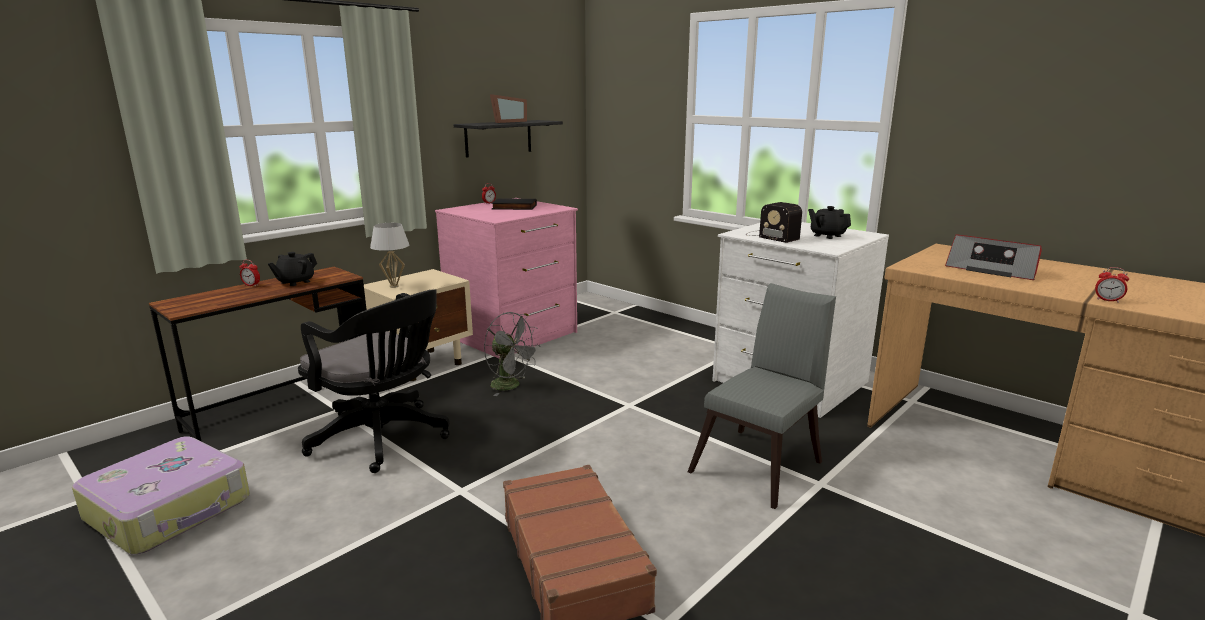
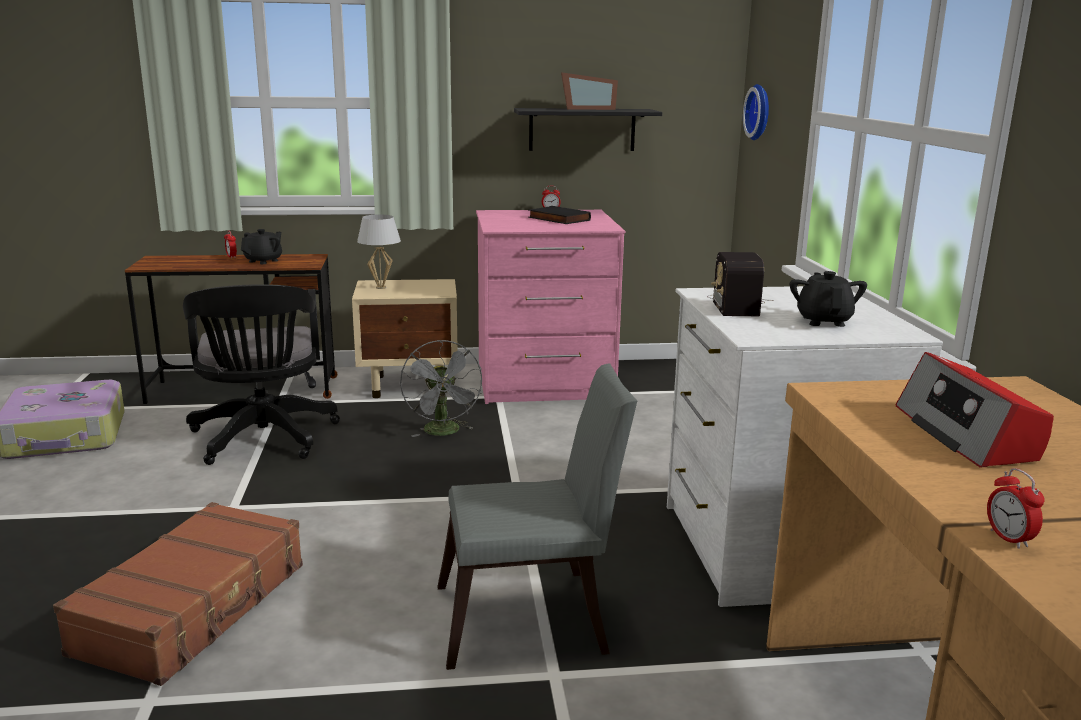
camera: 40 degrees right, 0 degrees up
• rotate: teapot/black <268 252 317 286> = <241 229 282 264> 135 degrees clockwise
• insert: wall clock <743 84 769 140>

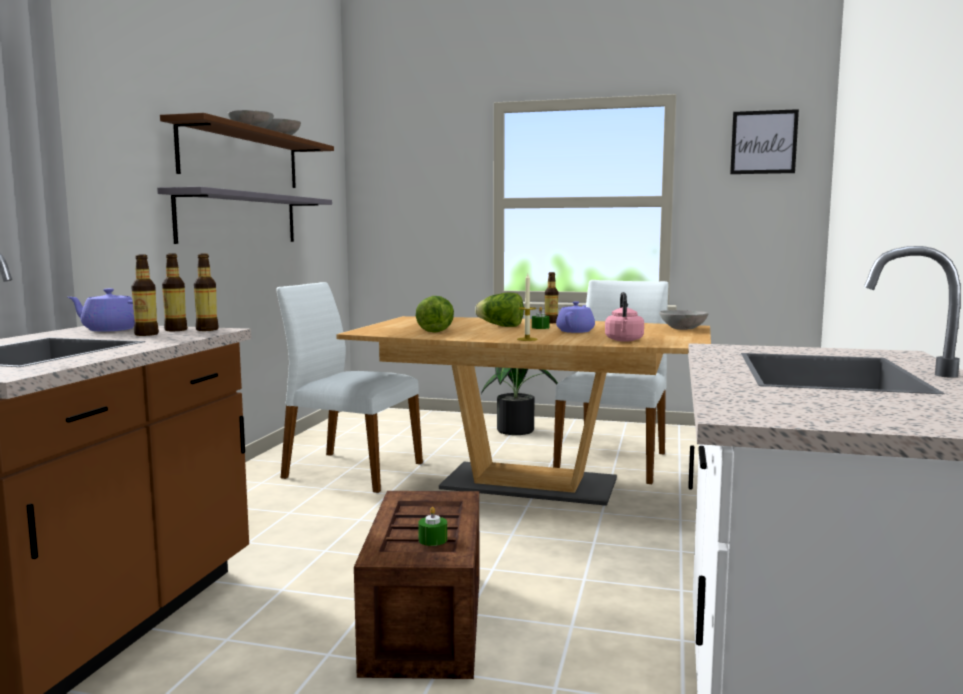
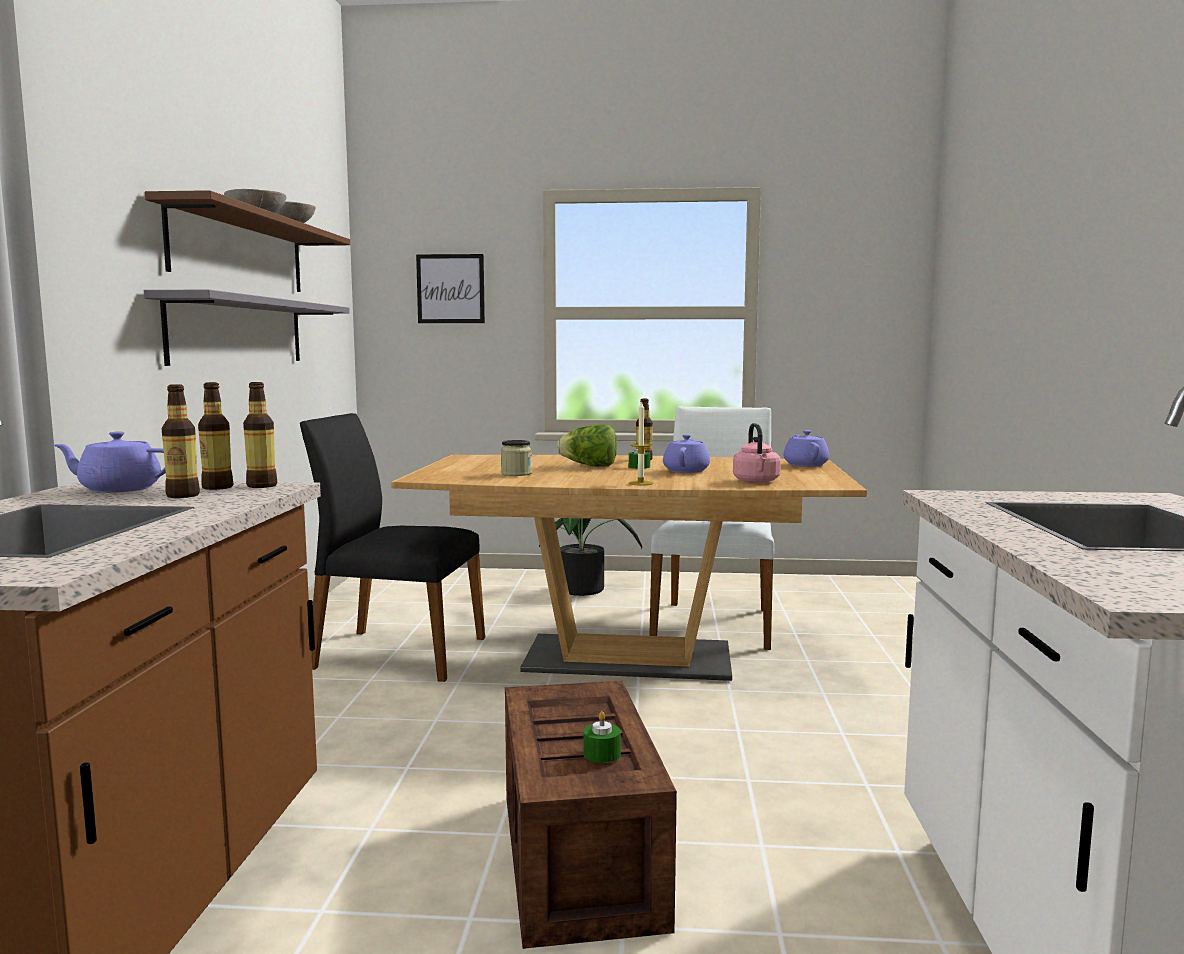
camera: 10 degrees left, 0 degrees up
• recolor: chair/white <276 282 423 493> to chair/black <300 413 485 682>
• replace: lettuce <416 296 454 333> to jar <501 440 532 476>
• replace: bowl/grey <659 310 708 330> to teapot/purple <783 430 829 467>
• move: picture <730 109 799 174> to <416 254 485 323>

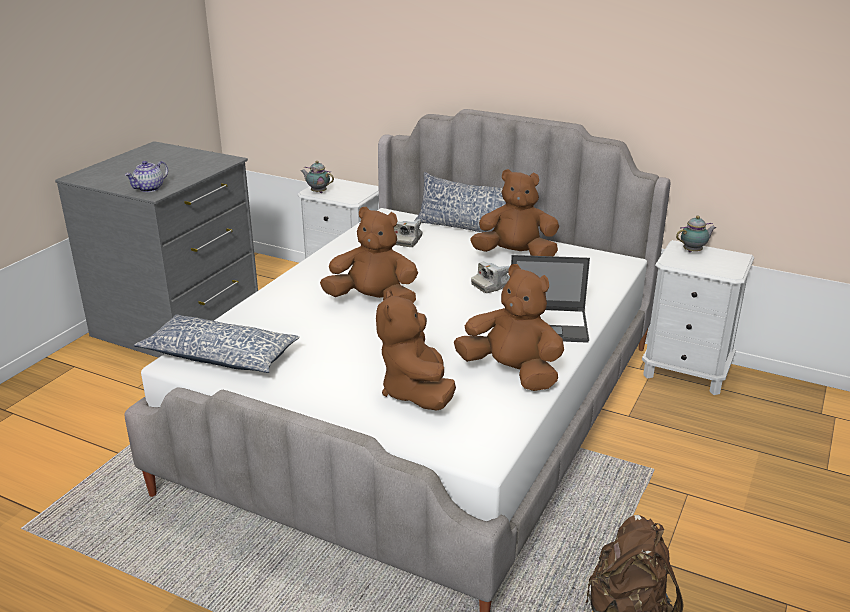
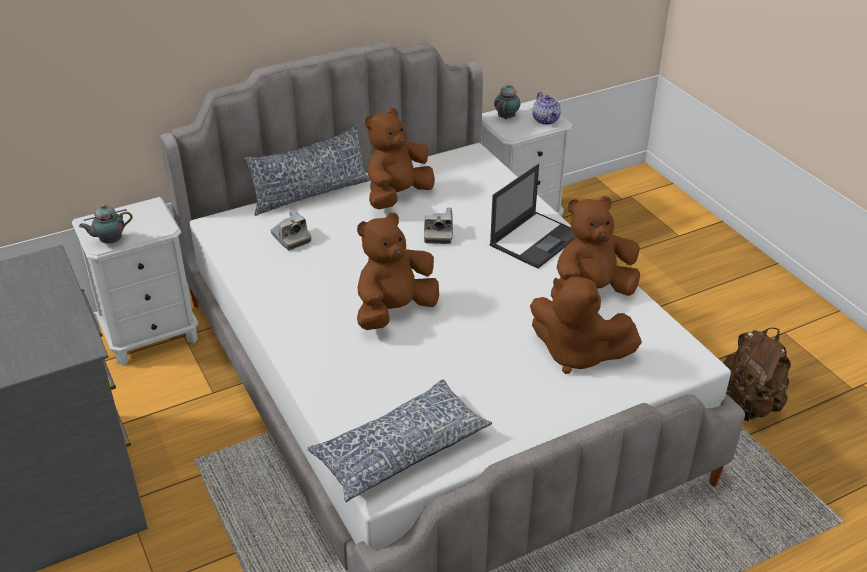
camera: 55 degrees left, 10 degrees up
• move: teapot <125 161 168 192> to <532 92 561 125>

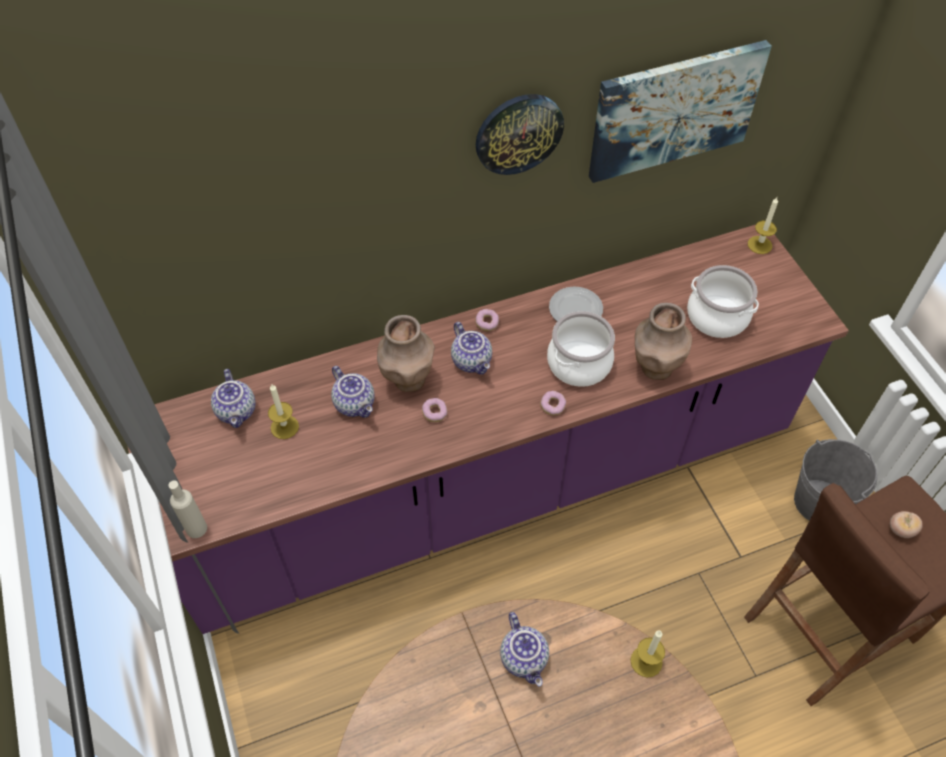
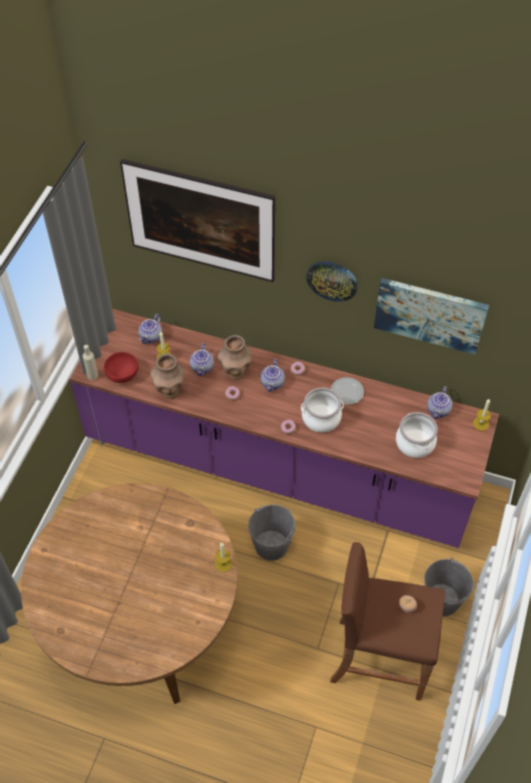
camera: 40 degrees right, 0 degrees up
• move: teapot <500 612 549 686> to <427 386 452 419>
• move: vase/brown <635 303 692 380> to <151 354 185 399>
• insert: bowl/red <104 352 139 383>
• insert: picture <120 159 275 282>
• insert: bucket/grey <248 505 296 561>

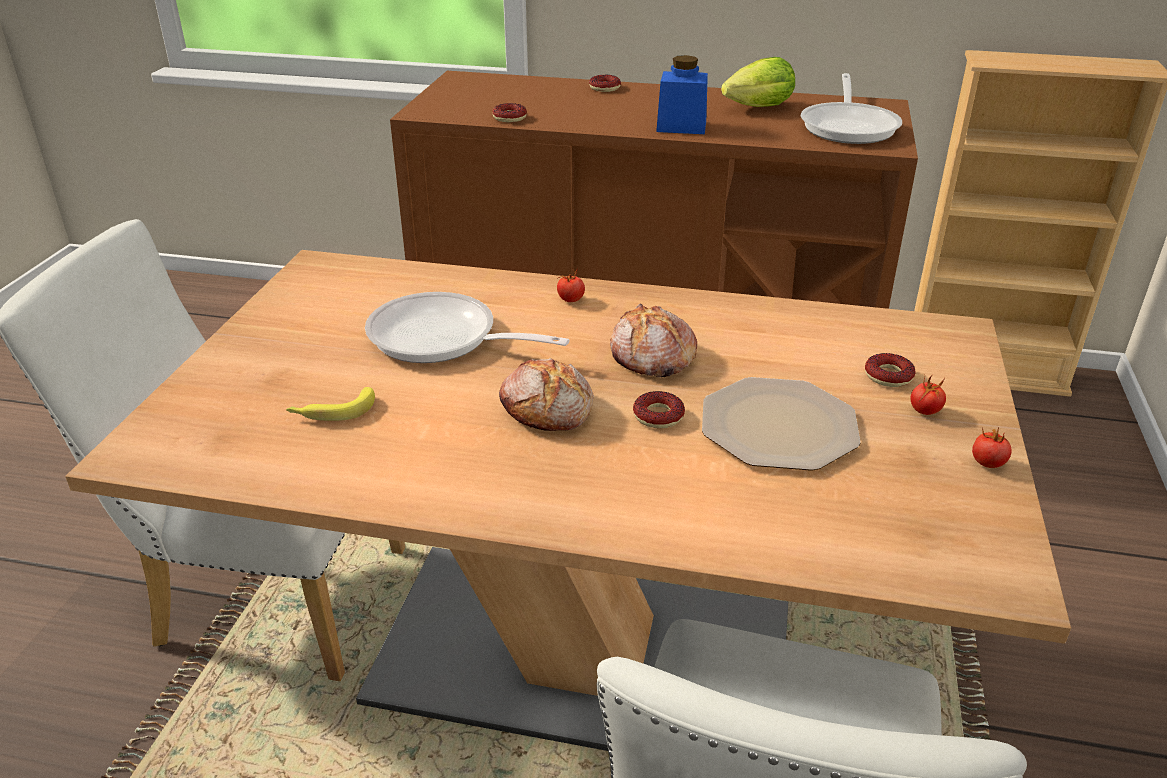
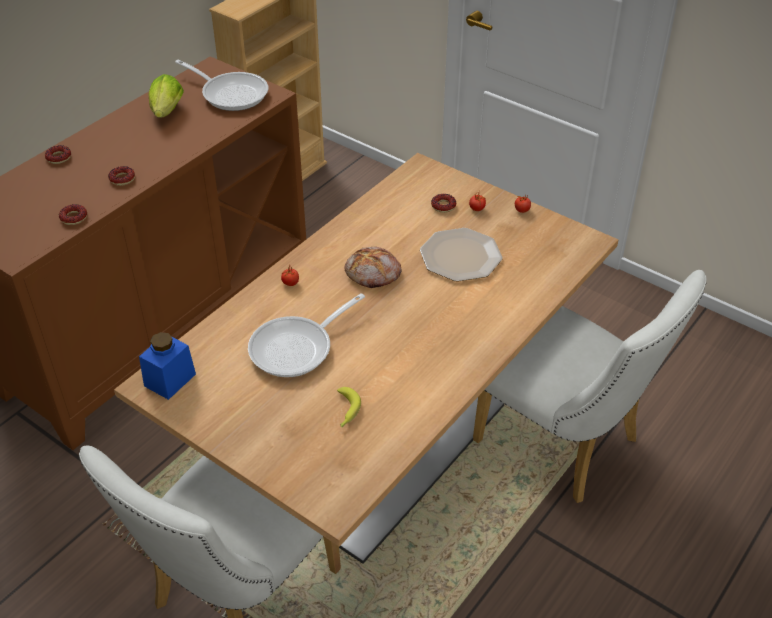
camera: 65 degrees left, 10 degrees up
• delete: bread <499 358 594 431>
• move: donut <633 391 685 429> to <108 166 135 186>
• move: jar/blue <656 55 708 134> to <139 332 196 400>

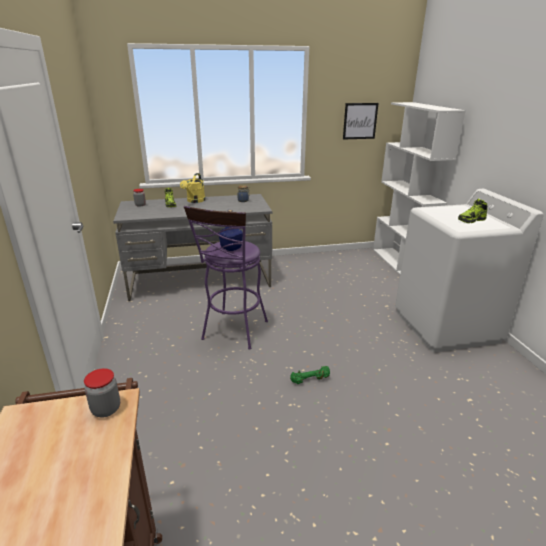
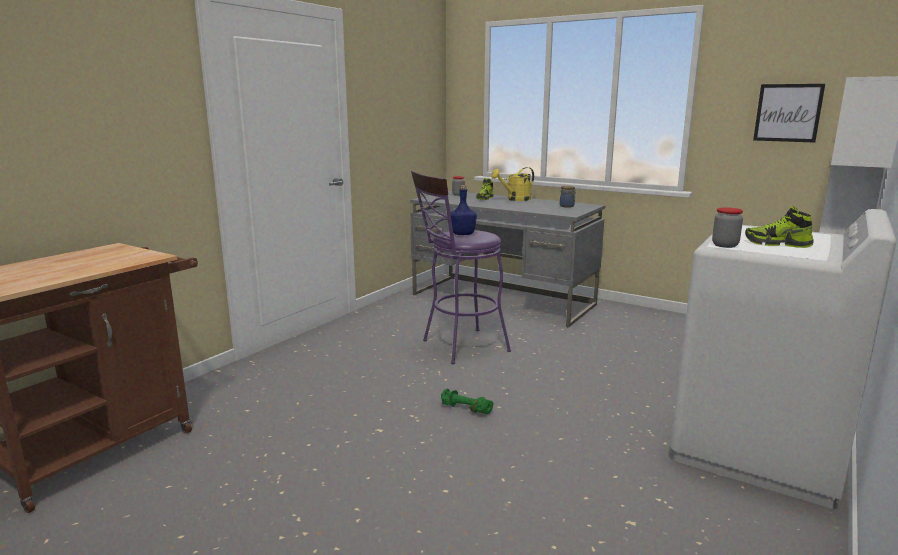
camera: 45 degrees right, 10 degrees down
• move: jar <84 368 120 417> to <712 207 743 248>

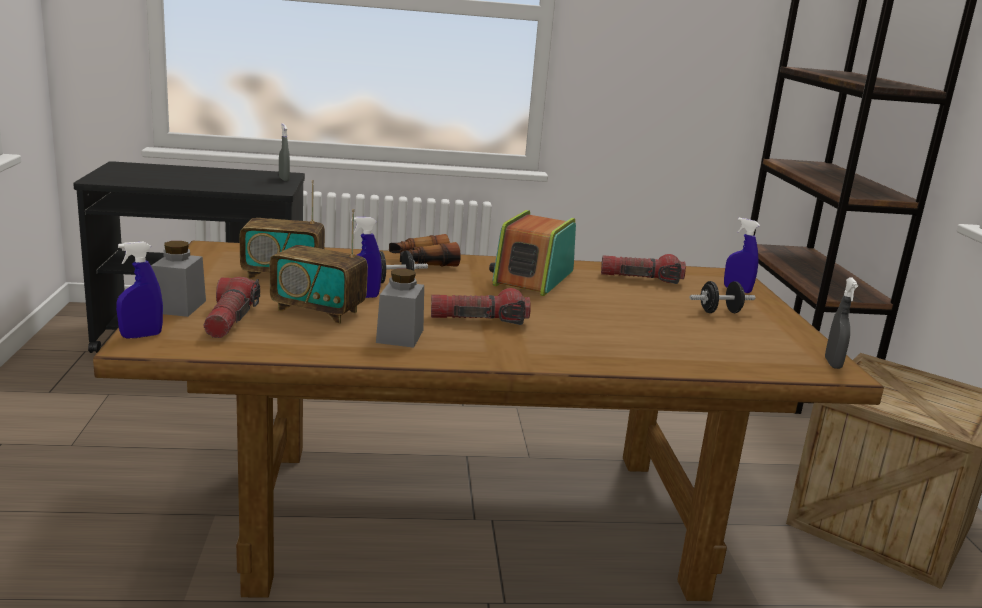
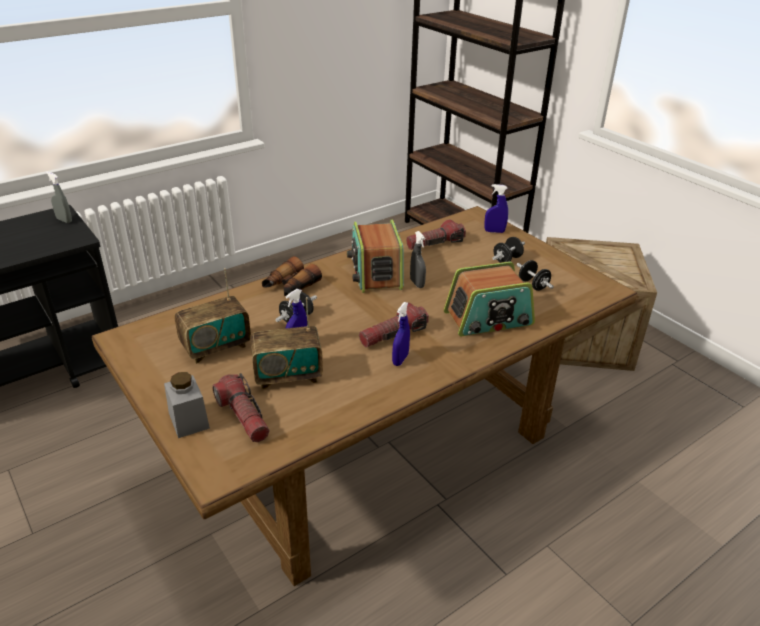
camera: 30 degrees left, 15 degrees up
• move: spray bottle/blue <116 242 163 339> to <392 302 410 366>
• delete: jar/grey <376 269 424 348>
• move: spray bottle/grey <825 277 858 369> to <410 231 426 288>
• insert: radio <443 261 535 336>
• insert: dumbbell/black <516 260 554 291>

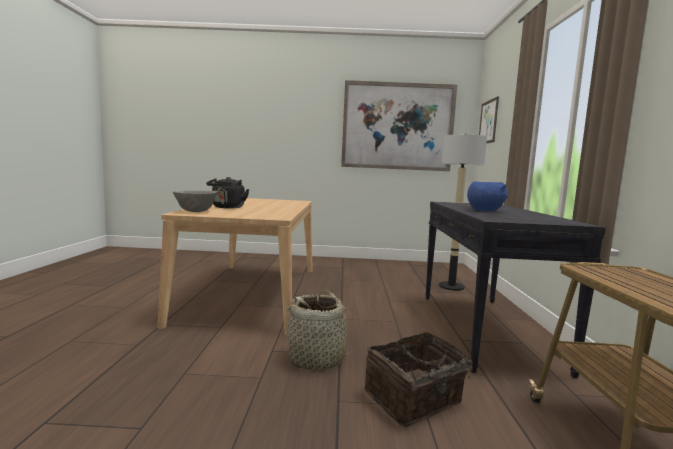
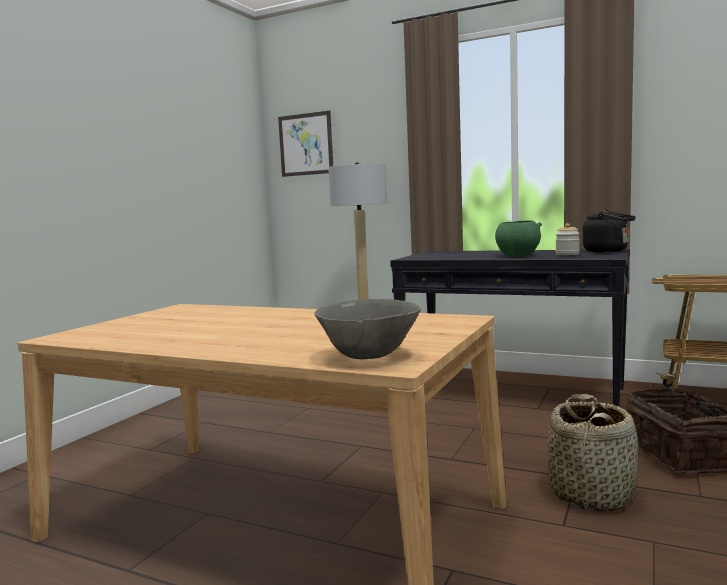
camera: 65 degrees left, 0 degrees up
• move: kettle/black <206 177 249 209> to <583 210 636 252>
• delete: picture <341 80 457 171>
• recolor: bowl/blue <467 181 508 211> to bowl/green <495 221 542 257>
• insert: jar <556 223 580 255>

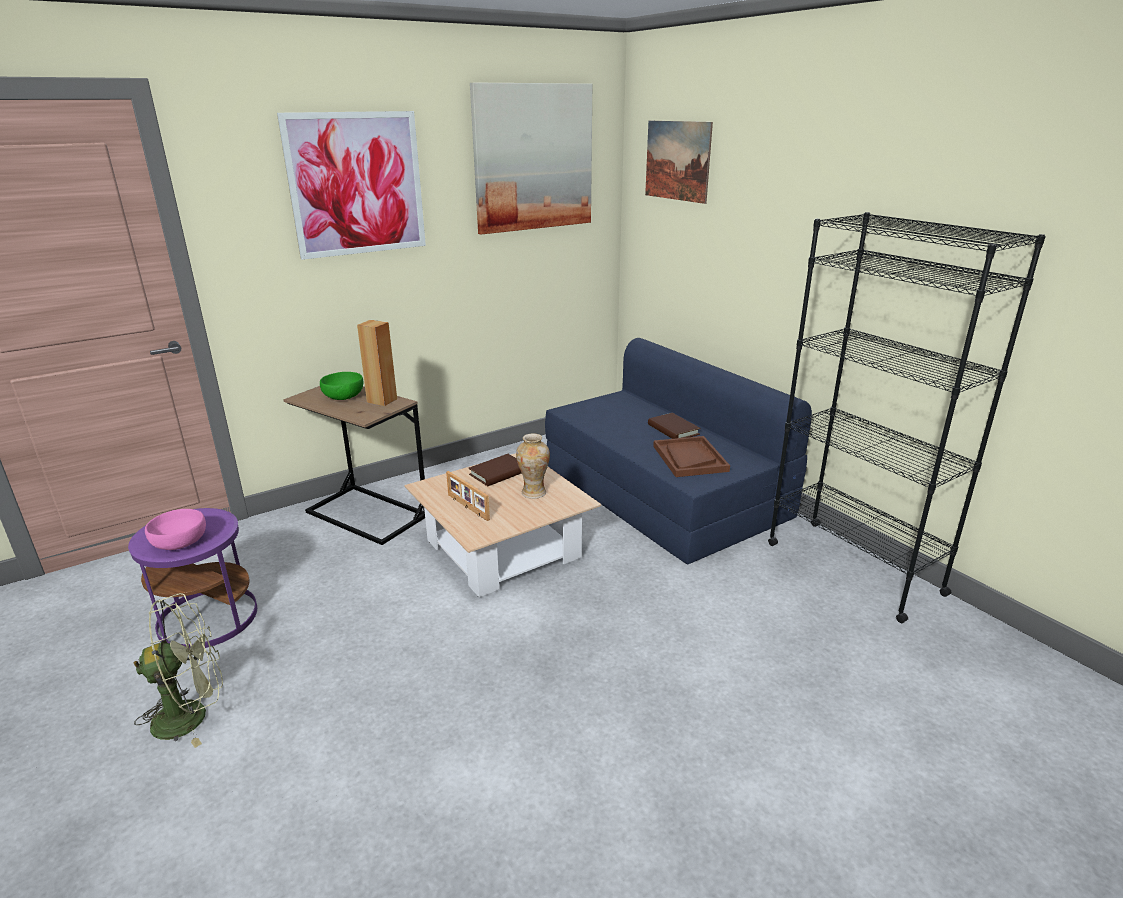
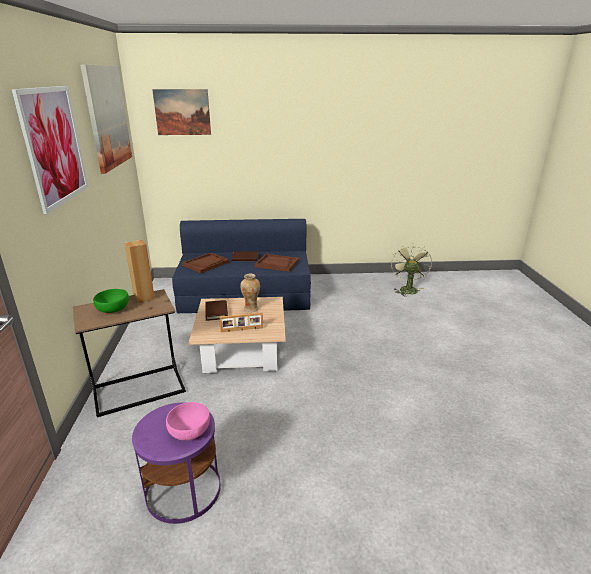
camera: 60 degrees left, 0 degrees up
• move: fan/green <133 593 223 748> to <391 244 432 297>
• delete: bookcase/black <768 212 1046 623>
• insert: tray/brown <182 253 229 273>

